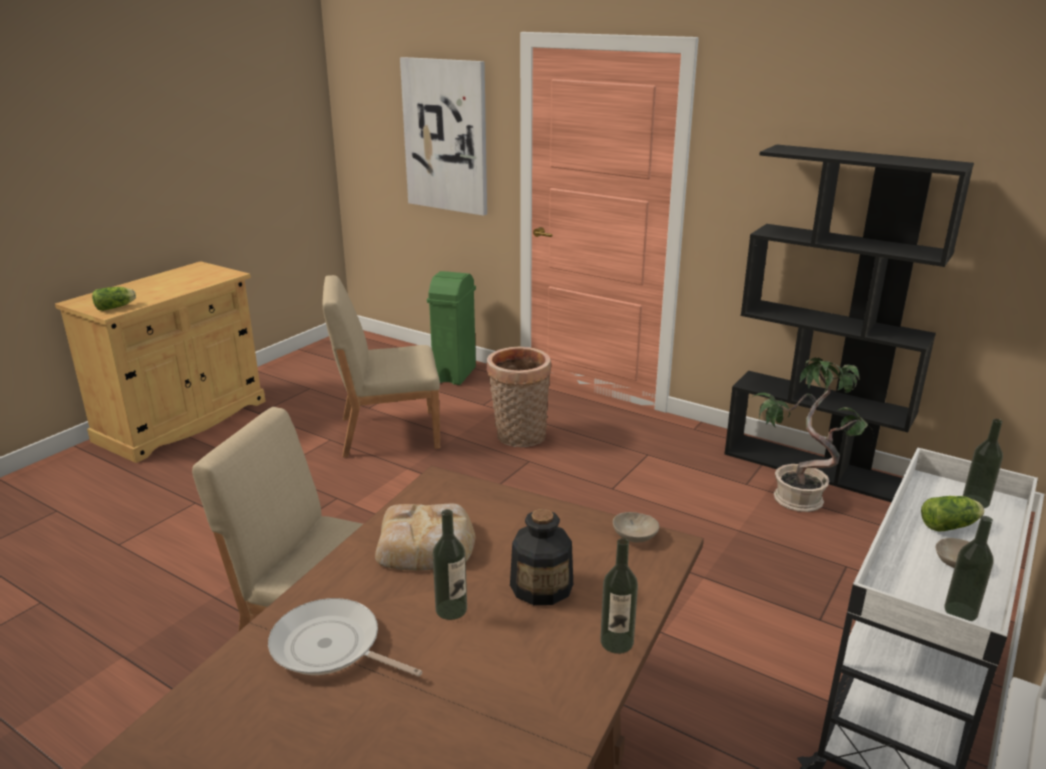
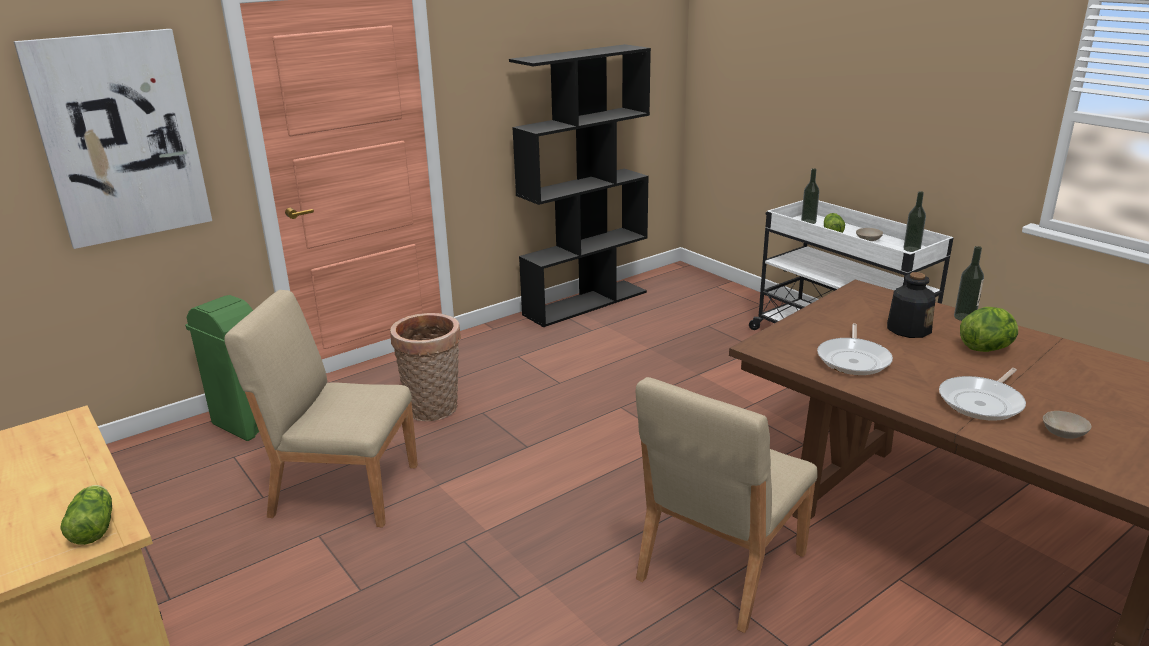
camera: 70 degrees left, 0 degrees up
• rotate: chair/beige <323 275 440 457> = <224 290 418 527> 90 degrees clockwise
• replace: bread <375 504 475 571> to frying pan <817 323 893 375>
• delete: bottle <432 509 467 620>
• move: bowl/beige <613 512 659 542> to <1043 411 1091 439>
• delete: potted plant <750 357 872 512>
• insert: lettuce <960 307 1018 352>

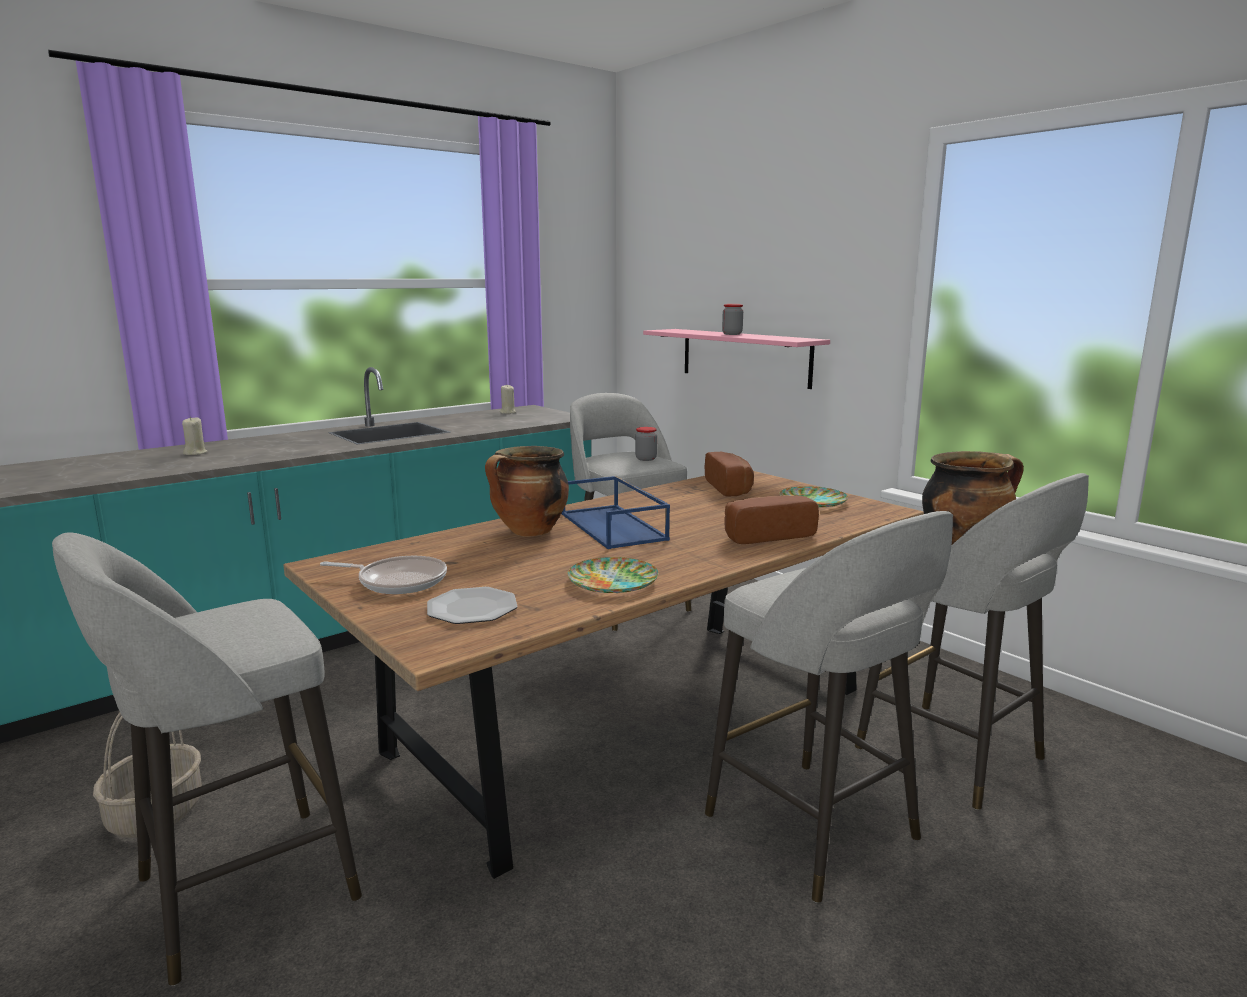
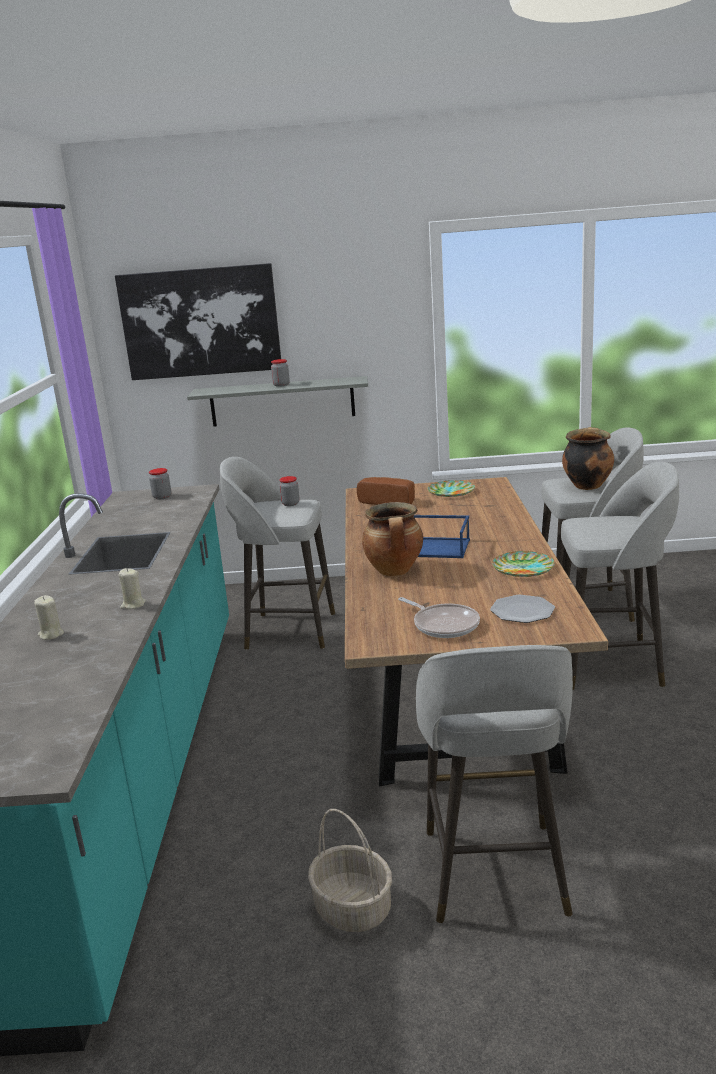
camera: 50 degrees left, 5 degrees up
• rotate: frying pan <320 556 447 594> = <398 597 480 638> 90 degrees clockwise
• move: candle/beige <499 385 516 414> to <119 568 146 609>
• recolor: shelf/pink <643 329 830 389> to shelf/grey <187 376 368 427>
• delete: bread <724 495 819 544>
• insert: picture <115 263 281 380>
• insert: jar <149 468 171 499>

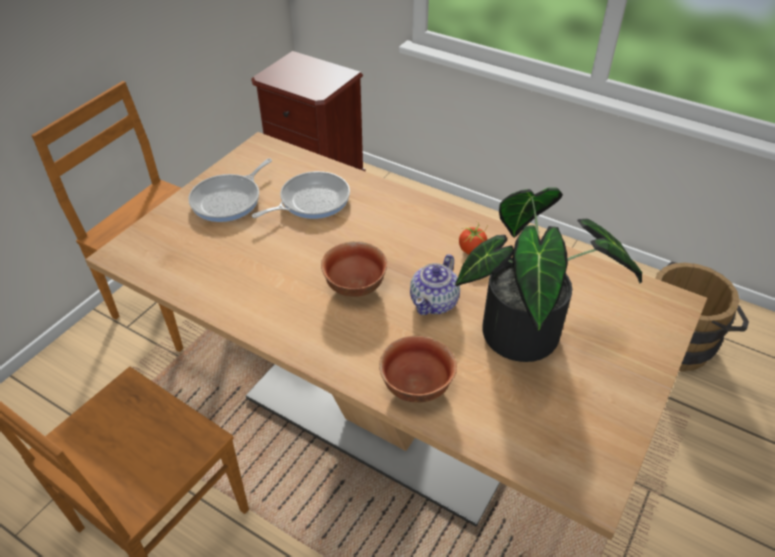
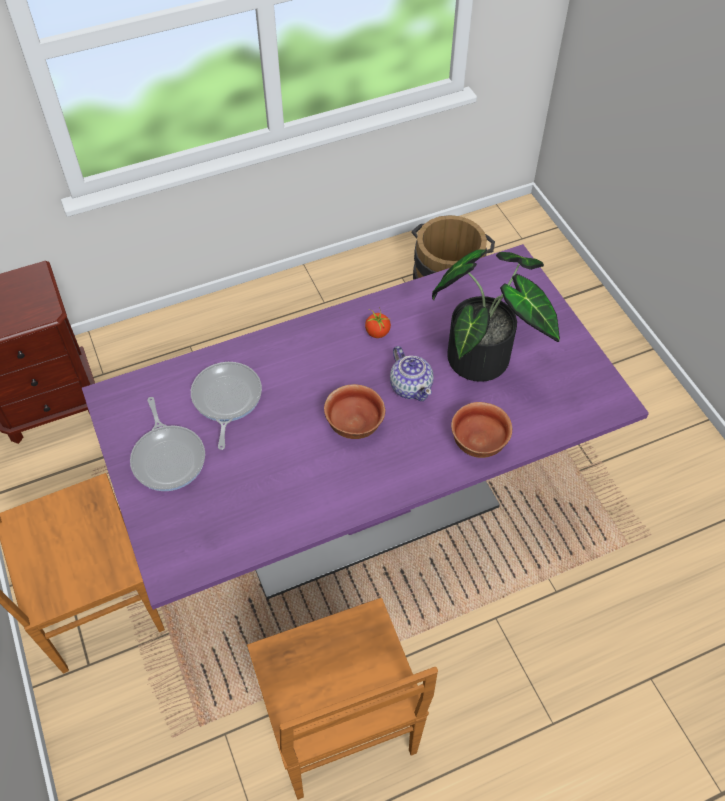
camera: 55 degrees left, 10 degrees up
• recolor: dining table/beige <85 132 707 540> to dining table/purple <82 244 649 610>

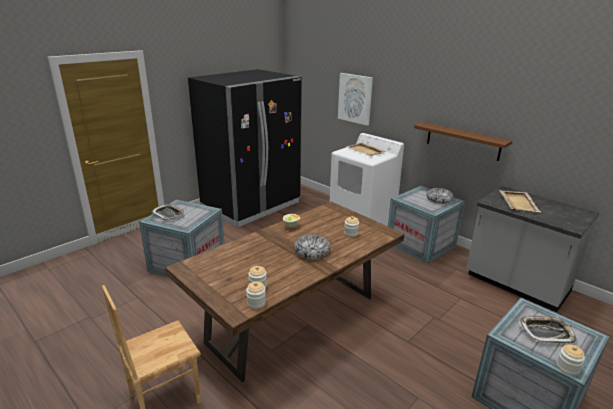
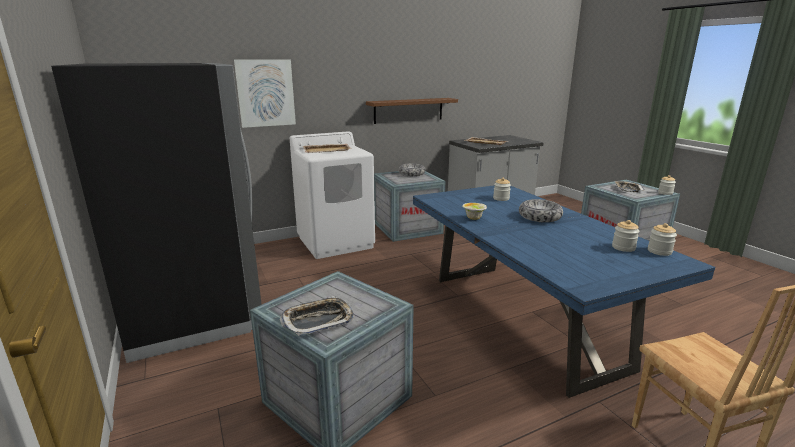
camera: 70 degrees left, 5 degrees down
• recolor: dining table/brown <165 202 405 382> to dining table/blue <413 185 715 398>

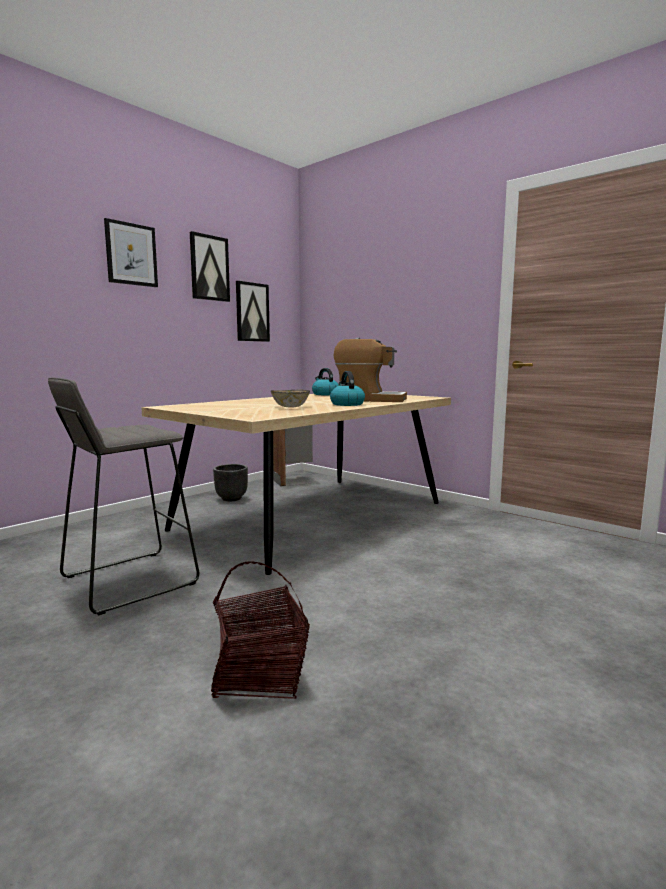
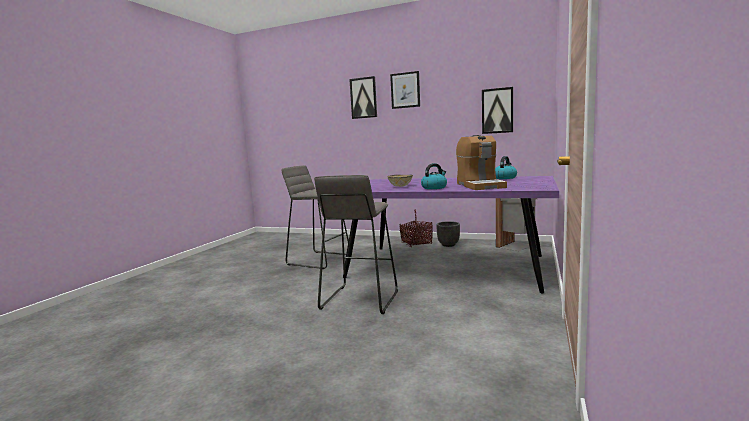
camera: 70 degrees right, 0 degrees up
• recolor: dining table/beige <141 394 451 575> to dining table/purple <343 176 559 293>
• move: picture <190 231 230 302> to <349 76 377 119>
• move: basket <211 561 310 699> to <400 209 433 247>
• insert: stool/grey <314 175 398 314>

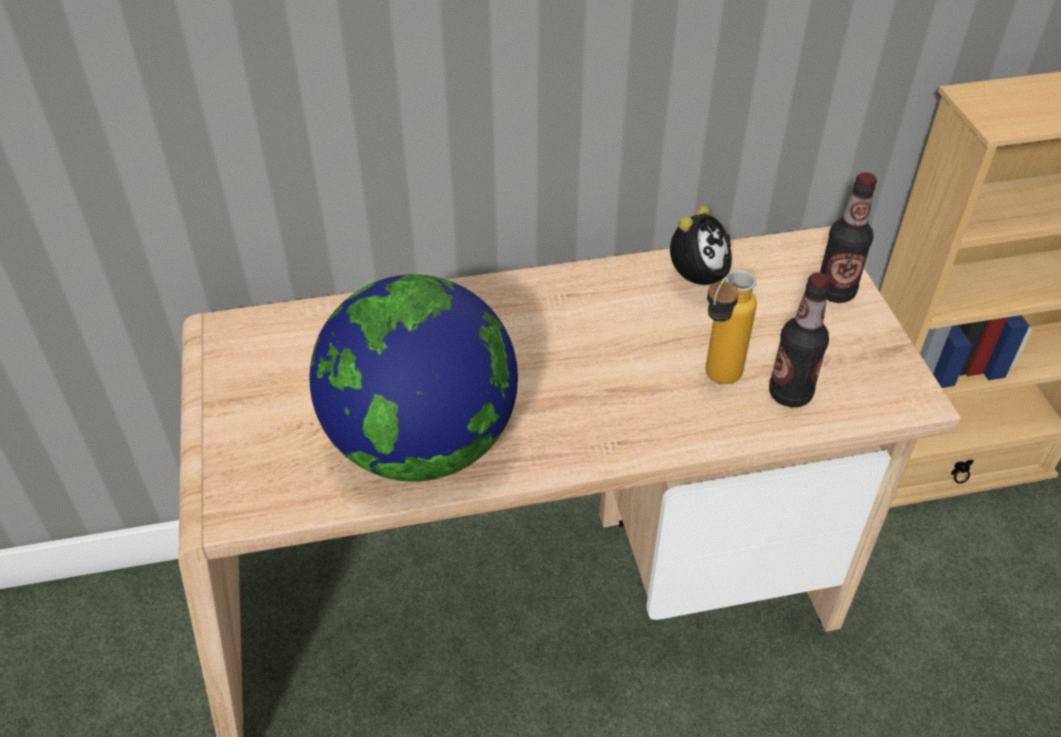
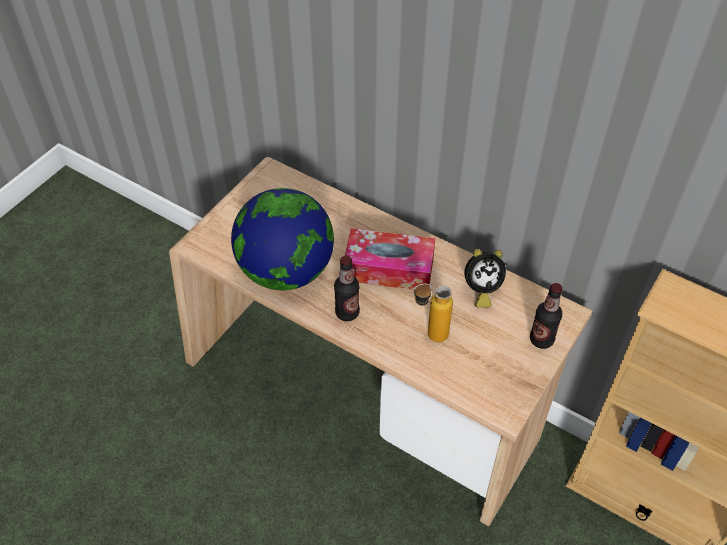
camera: 45 degrees right, 5 degrees up
• move: bottle <769 272 831 407> to <334 256 360 321>
• insert: tissue box <345 228 435 290>

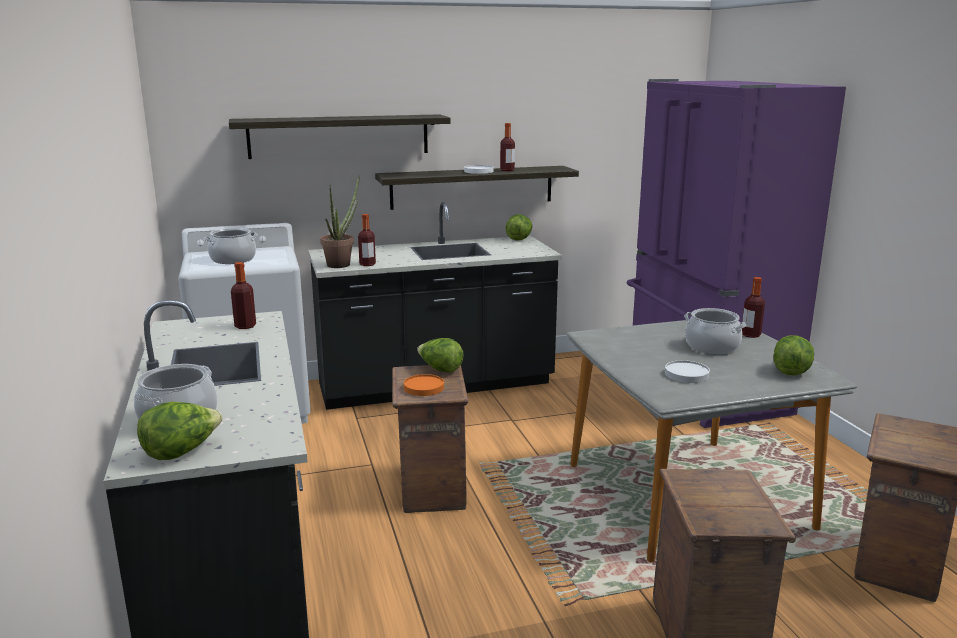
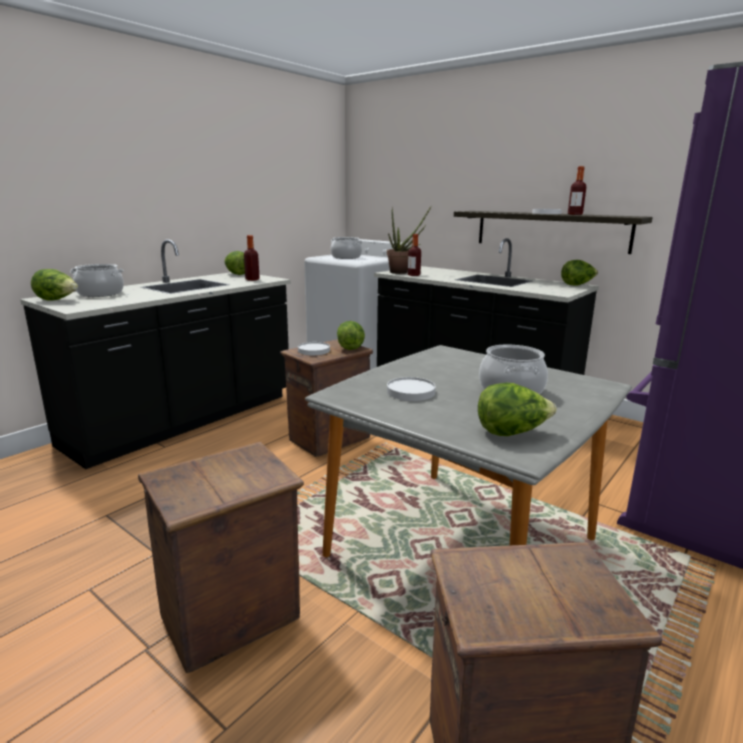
camera: 55 degrees right, 0 degrees up
• delete: shelf <229 114 451 159>
• recolor: plate/orange <404 374 444 396> to plate/white <298 342 330 355>
• delete: bottle <742 277 765 338>
• insert: lettuce <225 251 245 275>

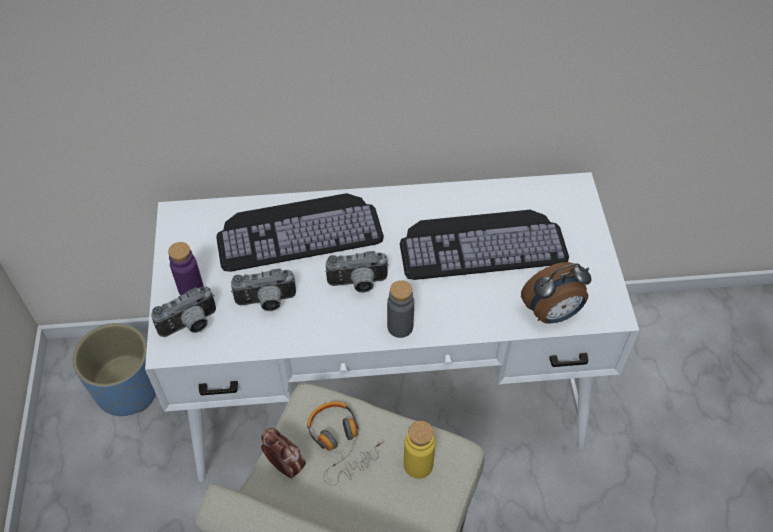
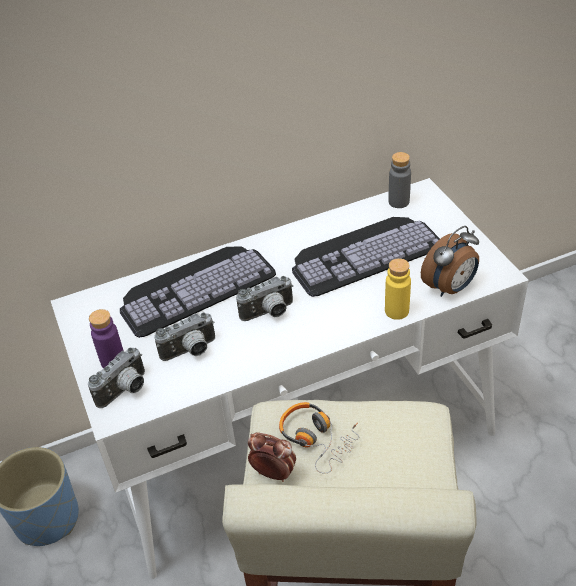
camera: 15 degrees left, 10 degrees down
• move: bottle/grey <387 280 414 338> to <388 152 411 208>
• move: bottle/yellow <404 421 435 479> to <385 258 411 320>

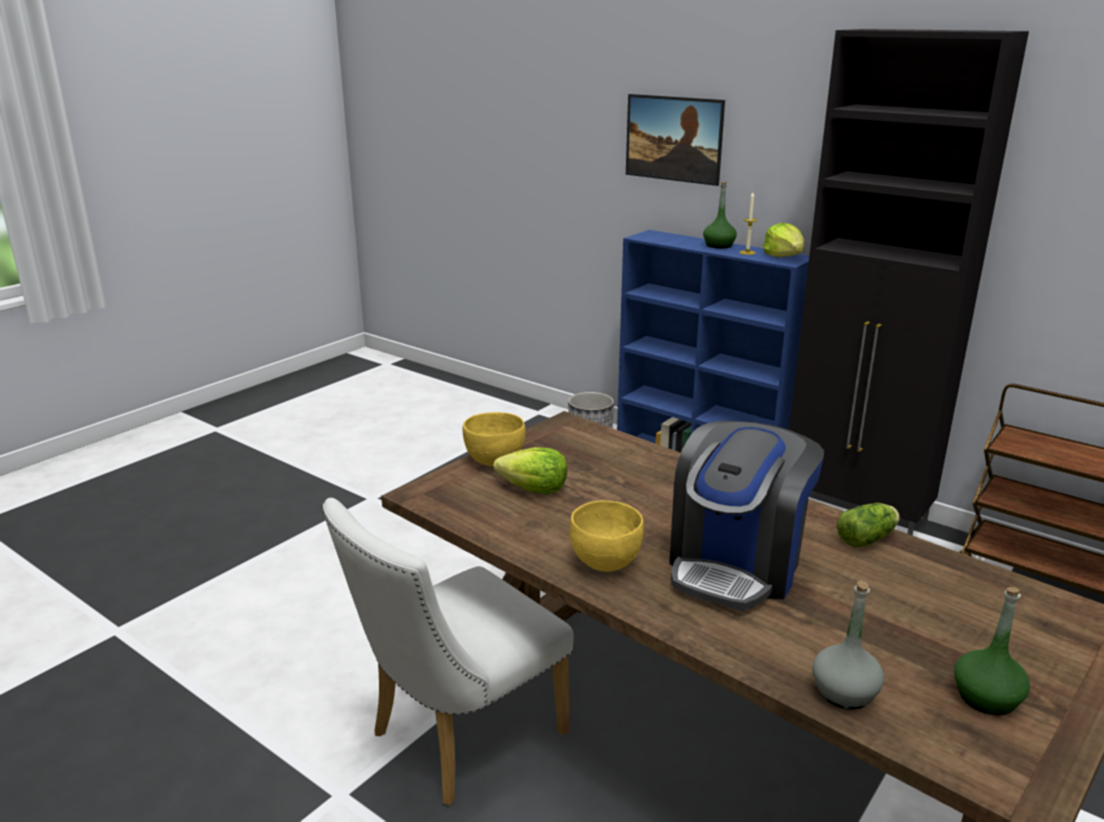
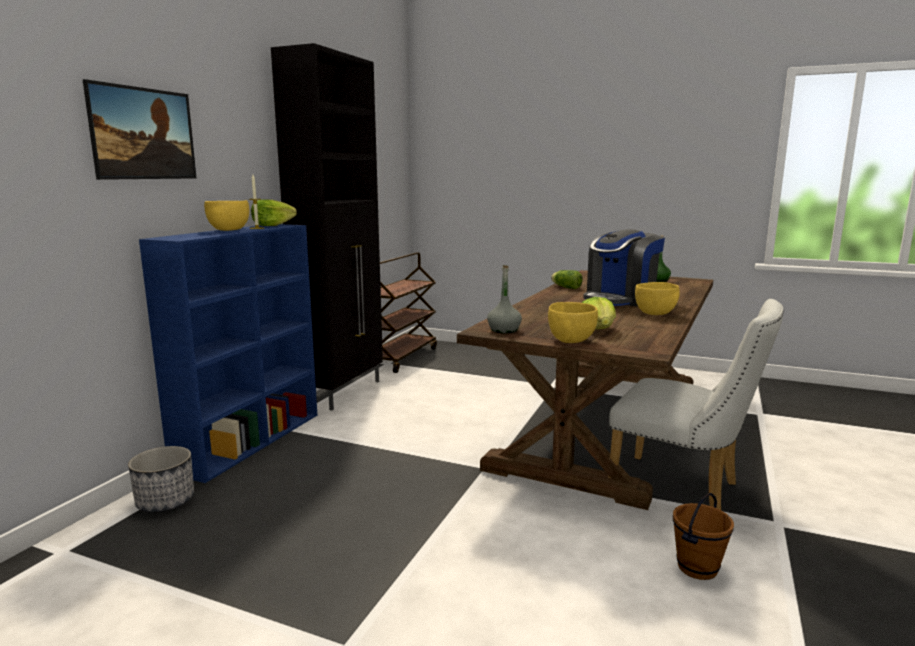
camera: 105 degrees left, 10 degrees down
• rotate: coffee machine <669 421 824 611> = <583 229 665 306> 120 degrees clockwise
• replace: bottle/green <703 181 737 249> to bowl/yellow <204 200 249 231>
• move: bottle/grey <812 581 884 710> to <487 265 522 333>
• insert: bucket/brown <673 493 734 580>

